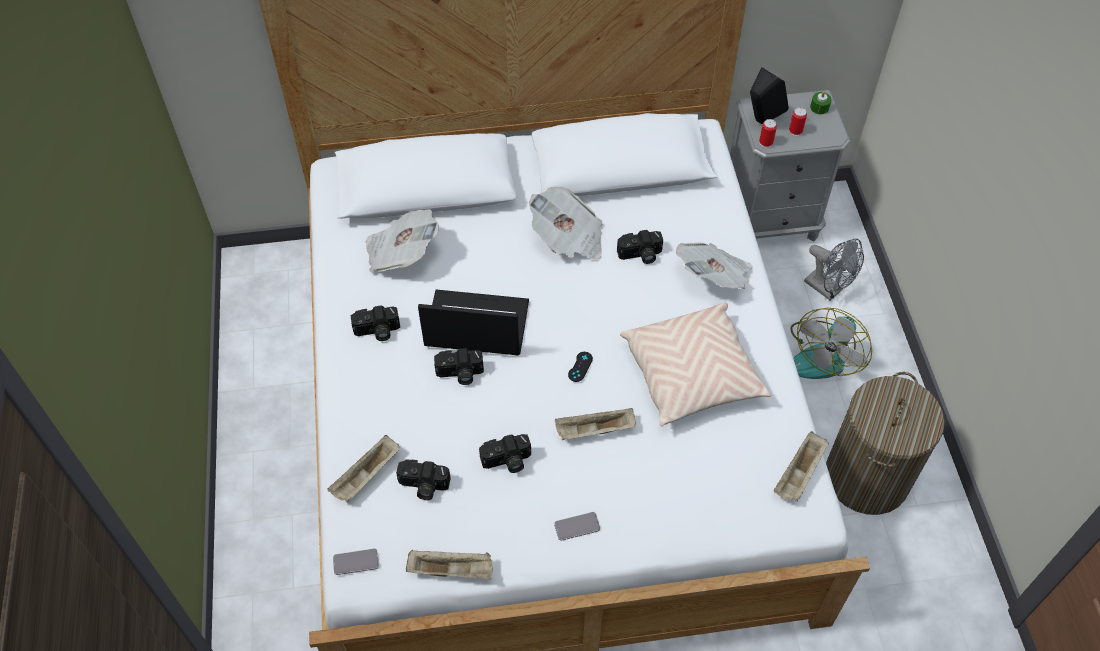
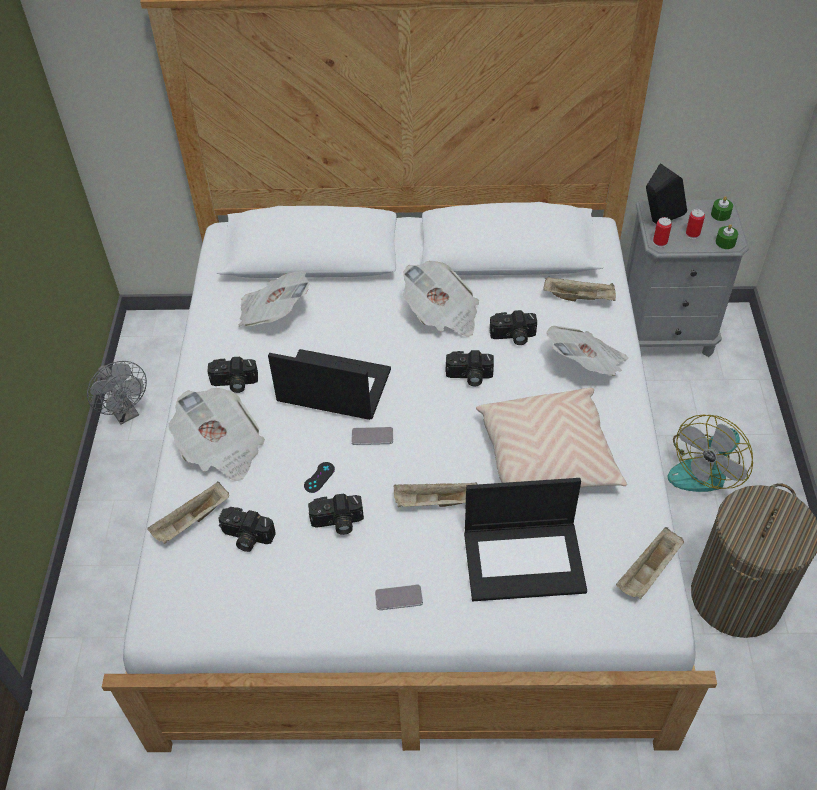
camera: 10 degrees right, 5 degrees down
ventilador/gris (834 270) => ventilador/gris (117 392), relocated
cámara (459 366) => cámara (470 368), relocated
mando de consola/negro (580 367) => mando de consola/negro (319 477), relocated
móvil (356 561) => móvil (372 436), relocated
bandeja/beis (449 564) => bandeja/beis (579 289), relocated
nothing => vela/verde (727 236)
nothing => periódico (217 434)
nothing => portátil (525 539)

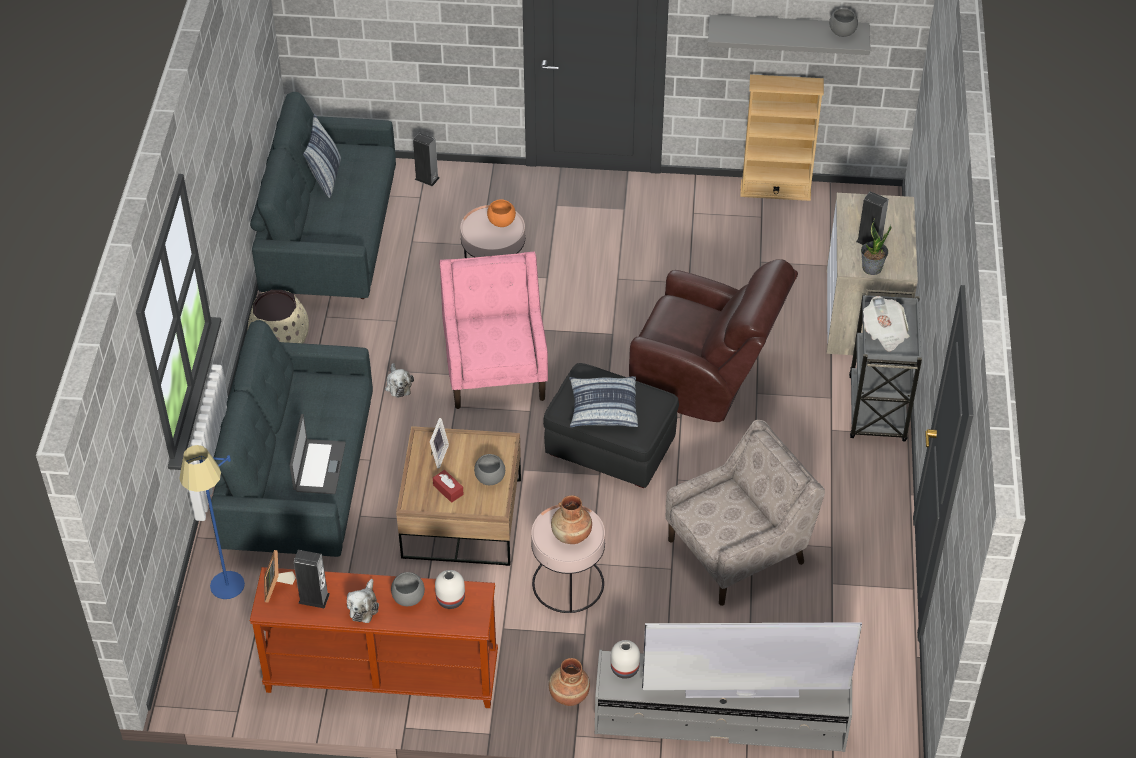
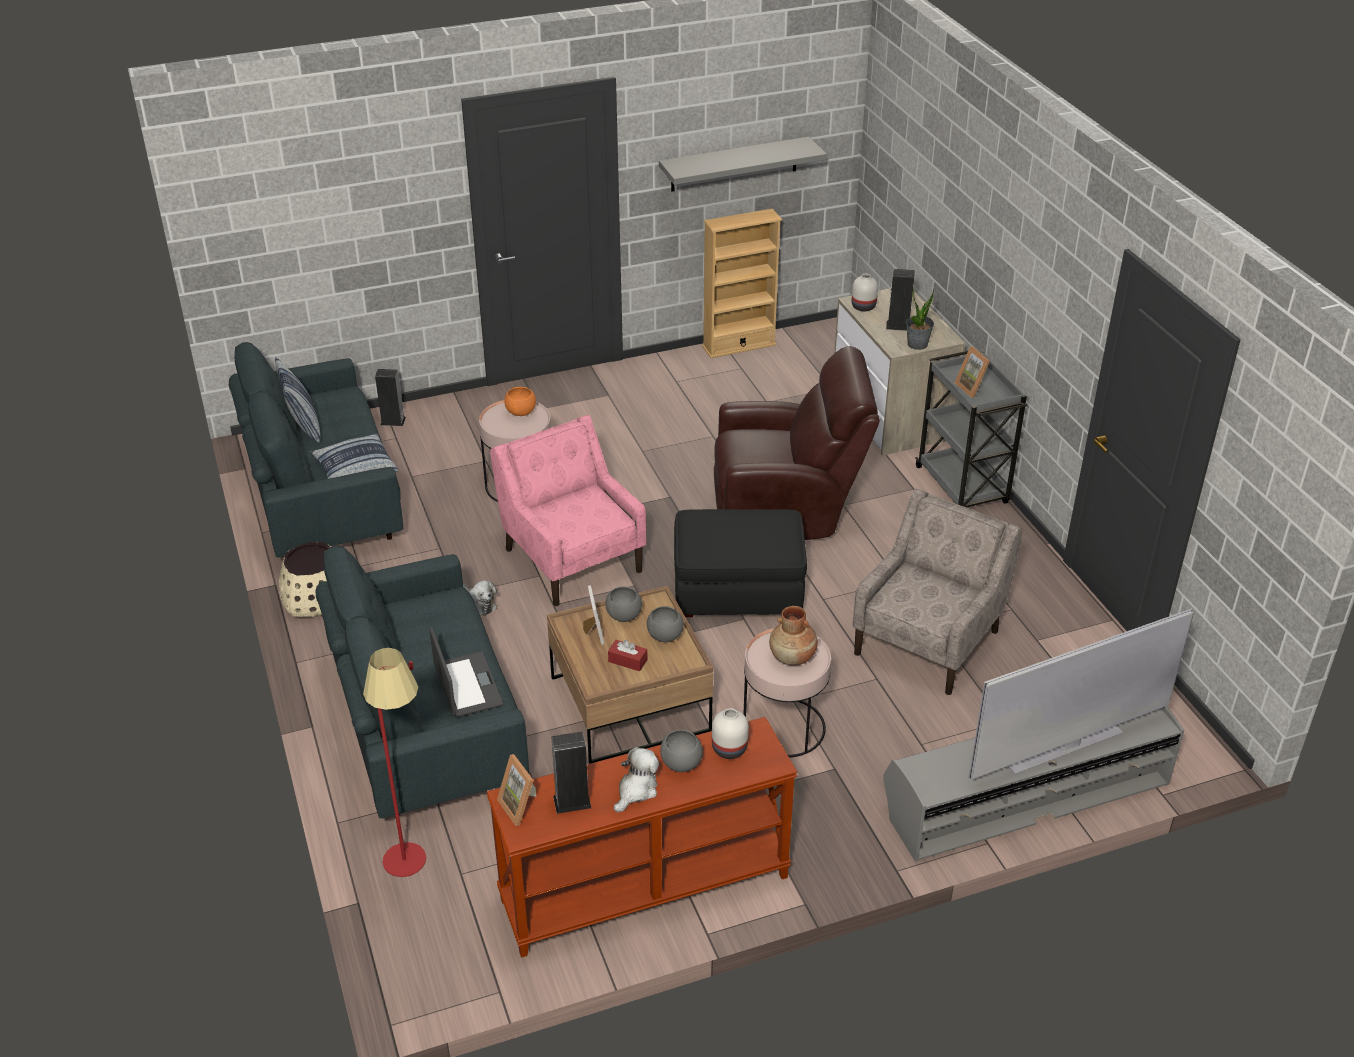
camera: 25 degrees left, 10 degrees down
cuenco/gris (843 23) => cuenco/gris (623 604), relocated
periódico (886 324) => portarretratos (972 372)
cojín (603 401) => cojín (354 456), relocated
lámpara de pie/azul (212 522) => lámpara de pie/rojo (394 762)
peluche (363 601) => peluche (636 779), 135 degrees counterclockwise
florero/blanco (625 659) => florero/blanco (865 292), relocated
florero/marrón (569 682) => nothing

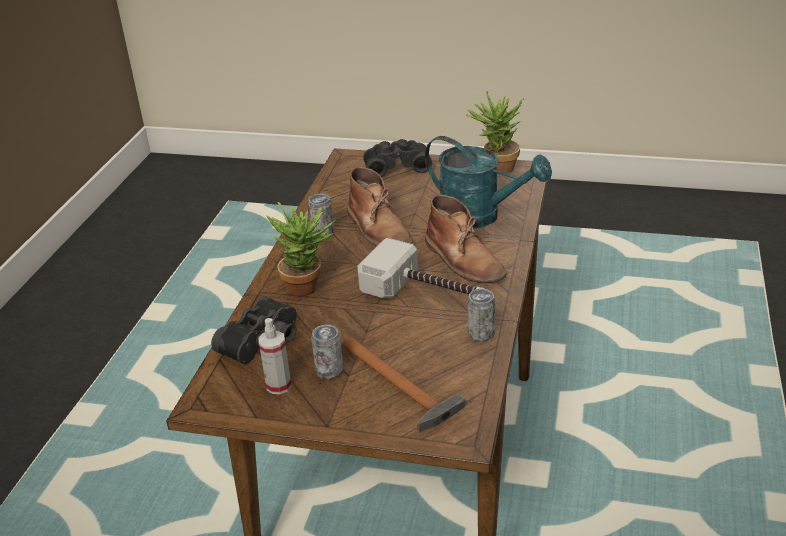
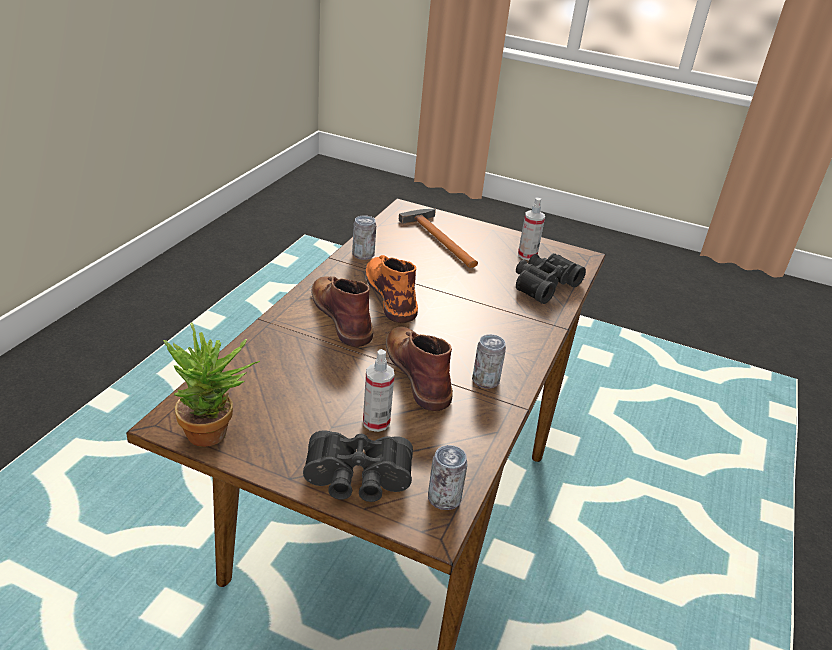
camera: 175 degrees left, 0 degrees up
regadera/turquesa (488 182) => nothing
planta en maceta (303 249) => nothing
martillo (421 268) => bota/naranja (392 289)
lata (327 352) => lata (447 477), relocated
nothing => pulverizador (378 390)

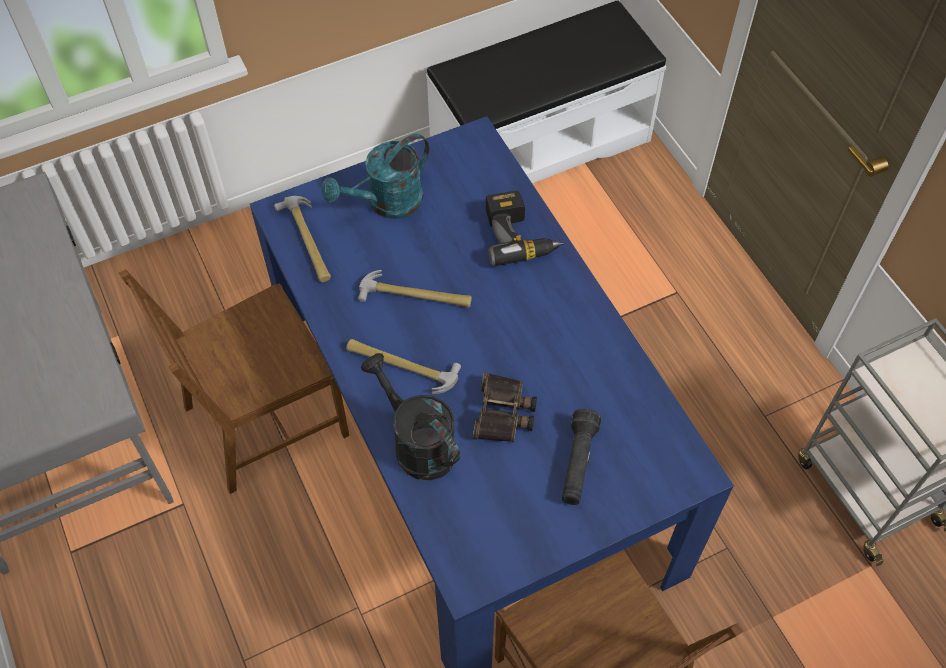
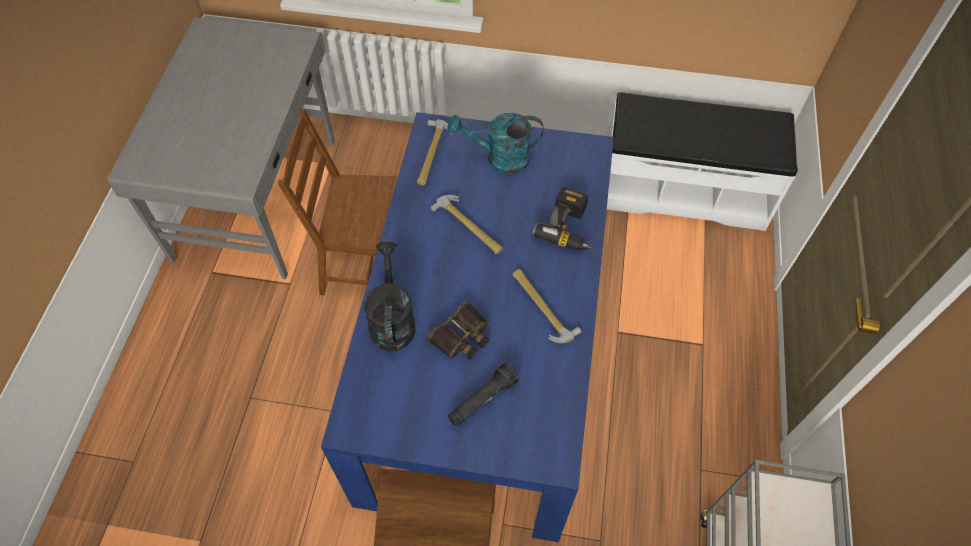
camera: 35 degrees right, 0 degrees up
martillo (403 366) => martillo (547 306), relocated

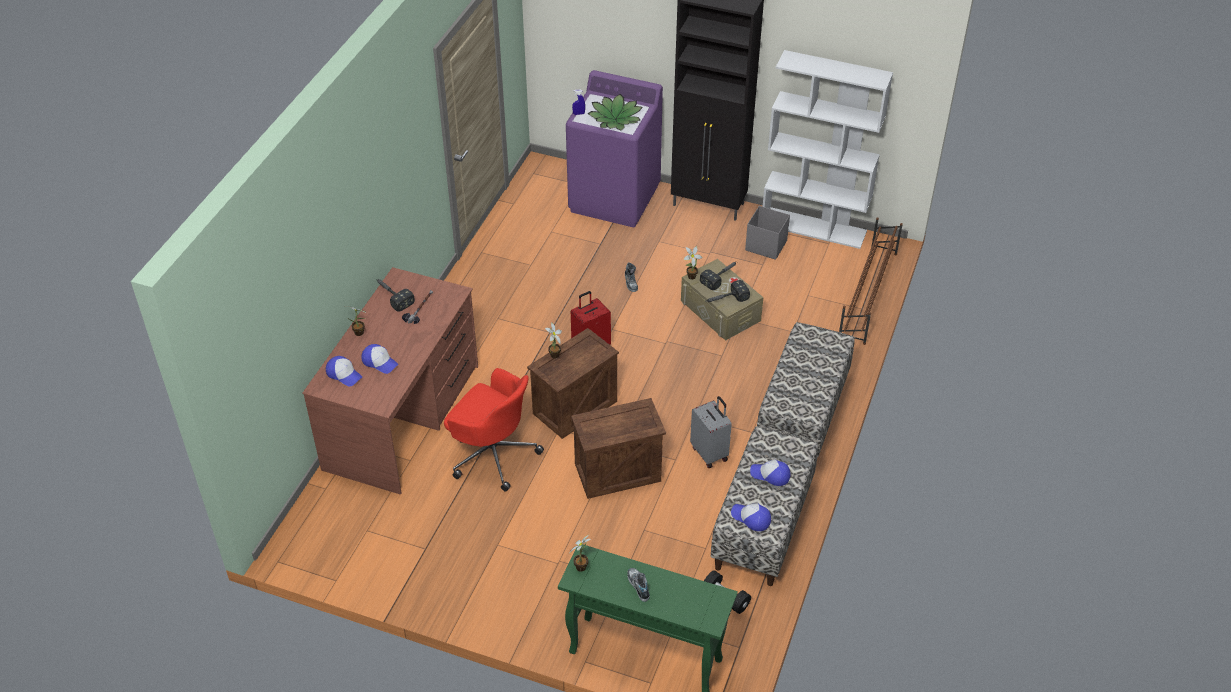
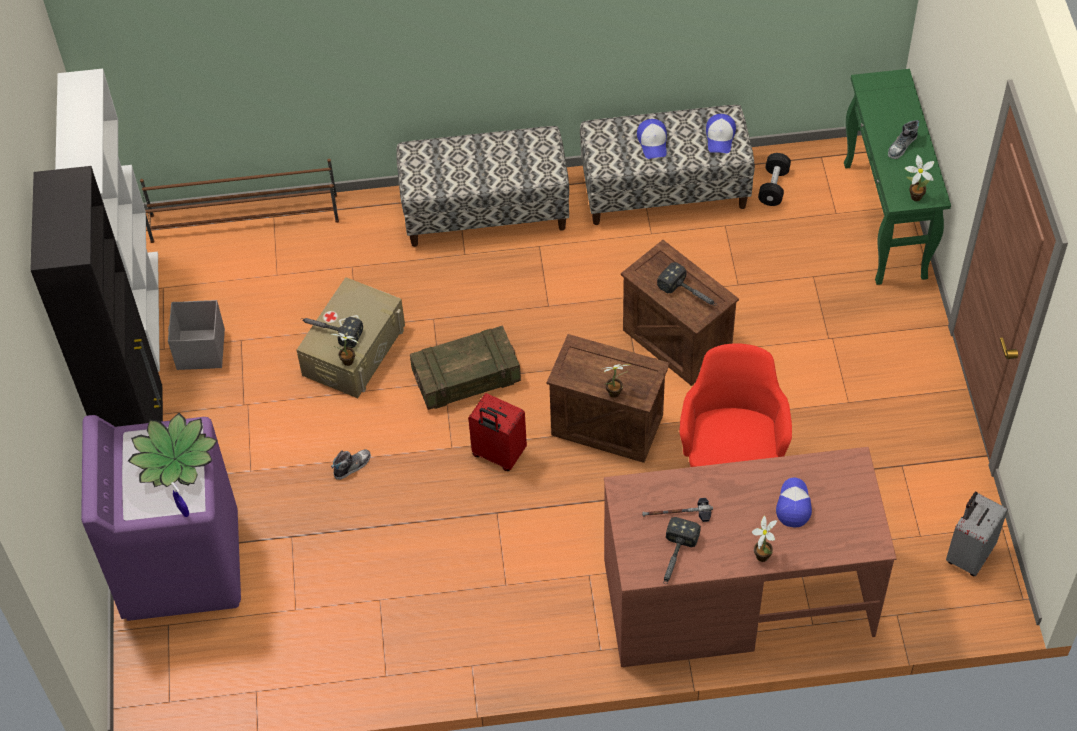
camera: 115 degrees left, 10 degrees up
martillo (727 291) => martillo (687 284), relocated
gorra (344 371) => nothing
maleta/gris (711 432) => maleta/gris (977 534), relocated
nothing => caja de embalaje (465 367)

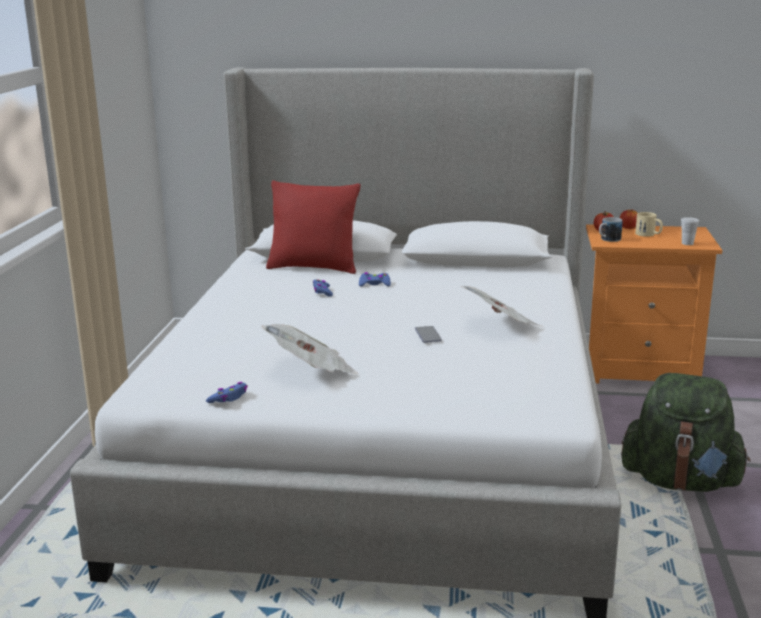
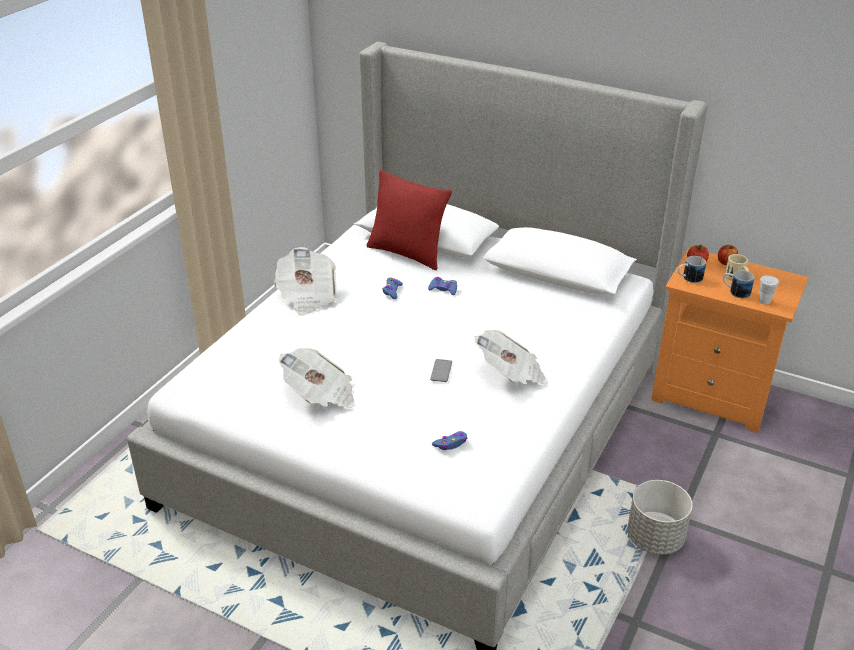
camera: 20 degrees right, 15 degrees up
mochila/verde (685 432) => maceta/gris (660 517)
mando de consola/azul (227 392) => mando de consola/azul (450 440), relocated
nothing => periódico (305 281)
nothing => taza grande (738 284)

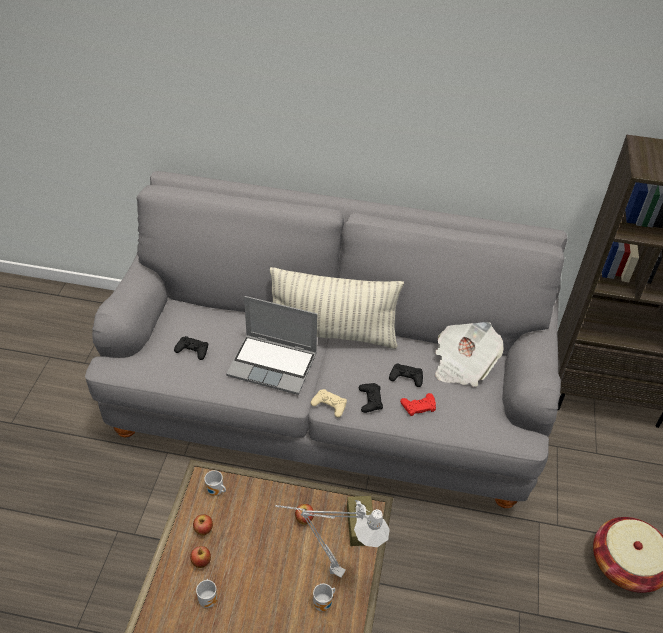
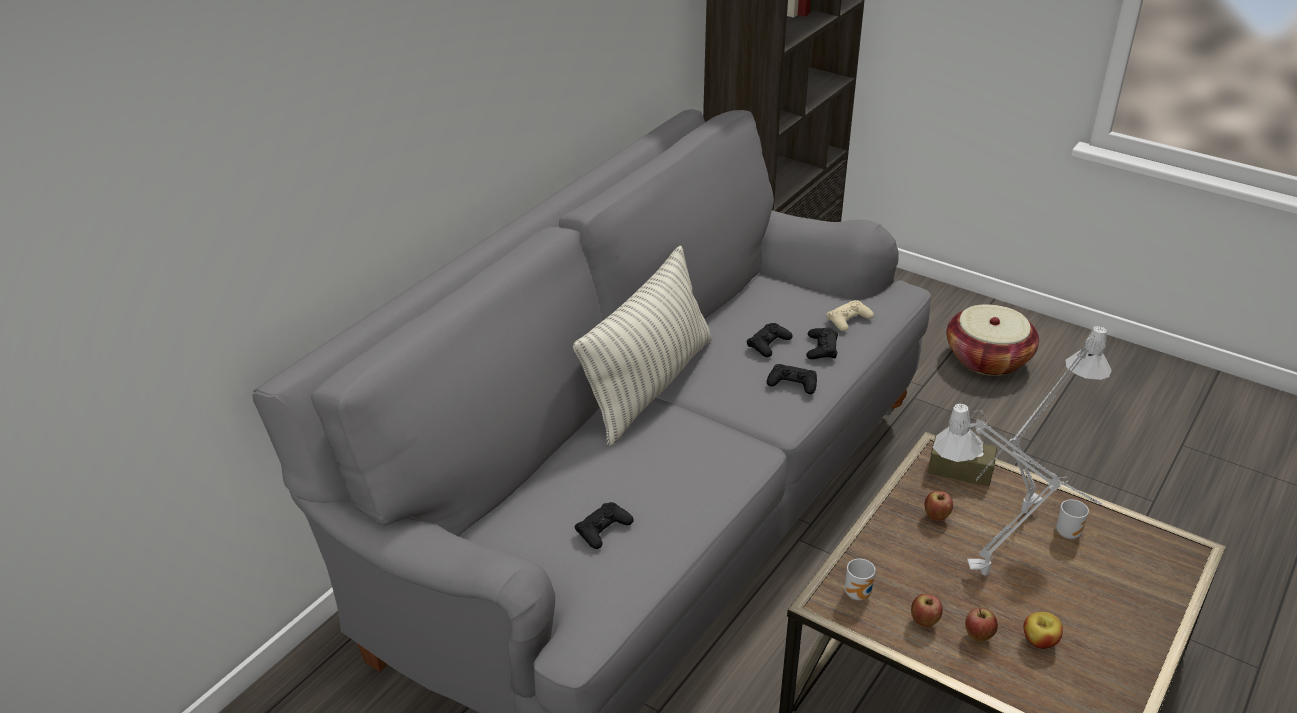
camera: 65 degrees left, 10 degrees down
portátil (271 345) => nothing
periódico (469 354) => nothing
mando de consola/beis (329 403) => mando de consola/beis (850 315), relocated
mando de consola/rojo (418 404) => mando de consola/negro (822 343)
taza grande (206 593) => manzana (1043 630)
nothing => lámpara de mesa/gris (1017 490)

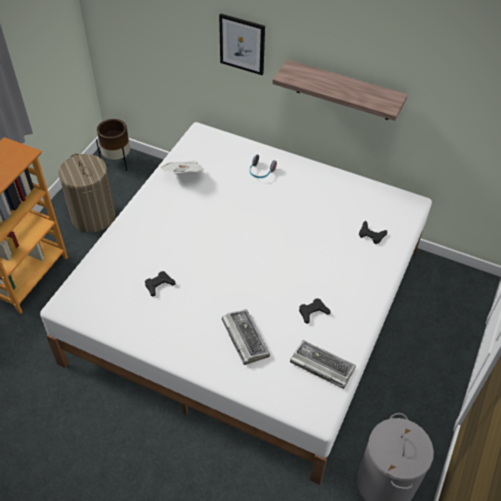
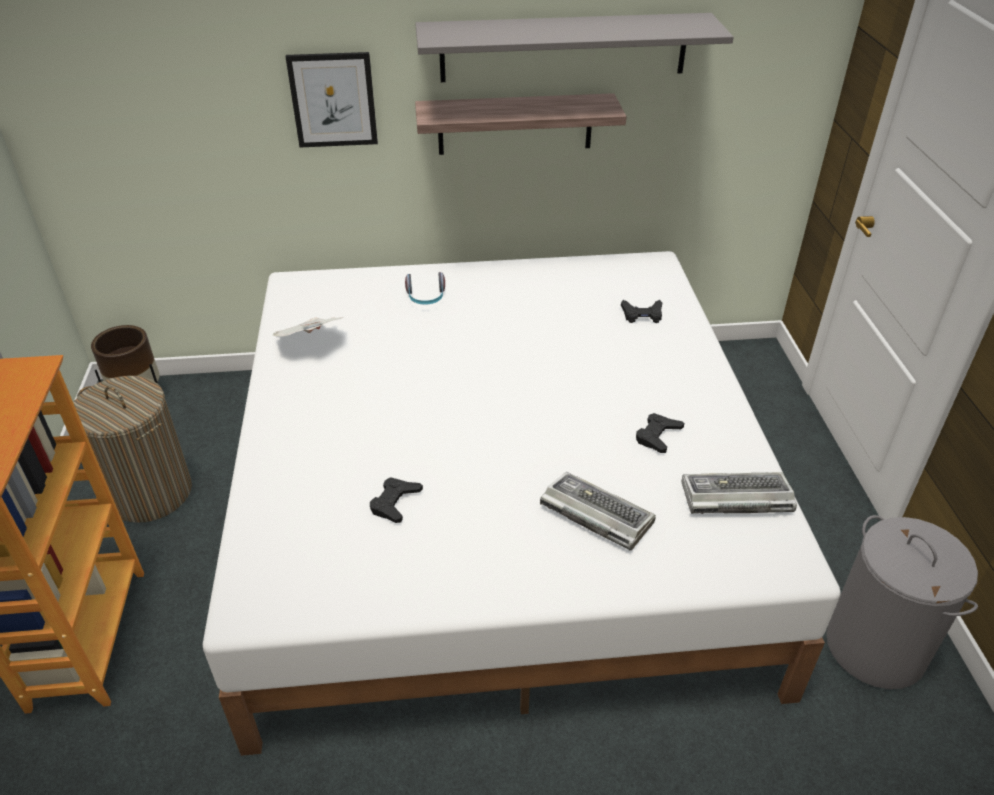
camera: 30 degrees left, 10 degrees down
nothing => estante/gris (574 47)

